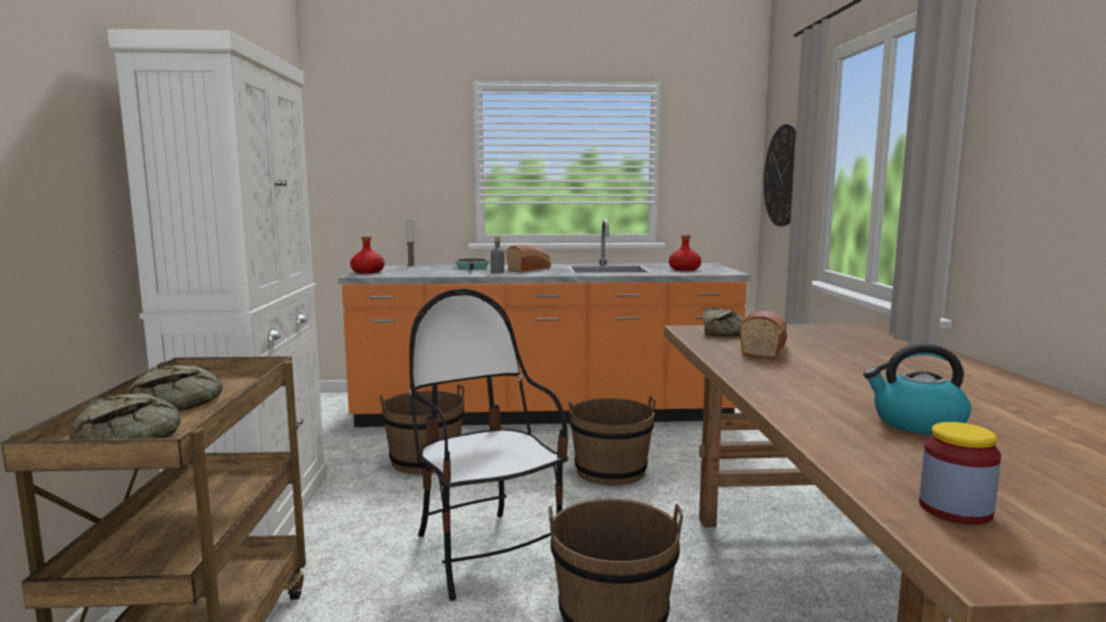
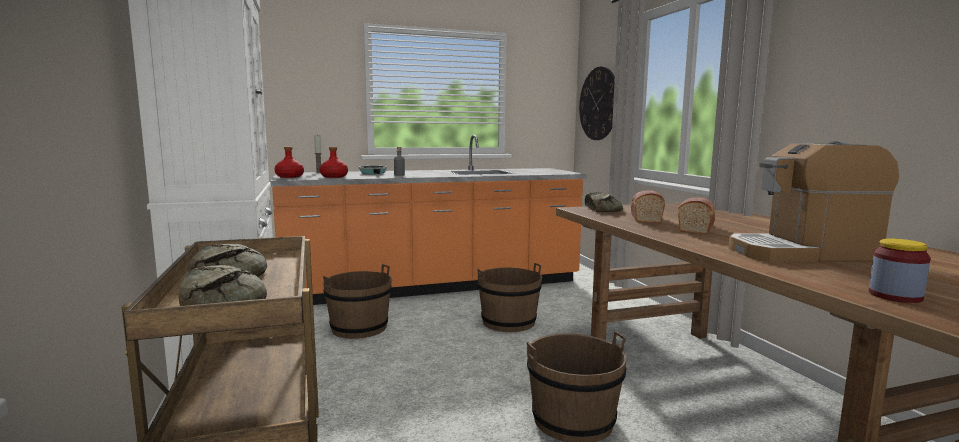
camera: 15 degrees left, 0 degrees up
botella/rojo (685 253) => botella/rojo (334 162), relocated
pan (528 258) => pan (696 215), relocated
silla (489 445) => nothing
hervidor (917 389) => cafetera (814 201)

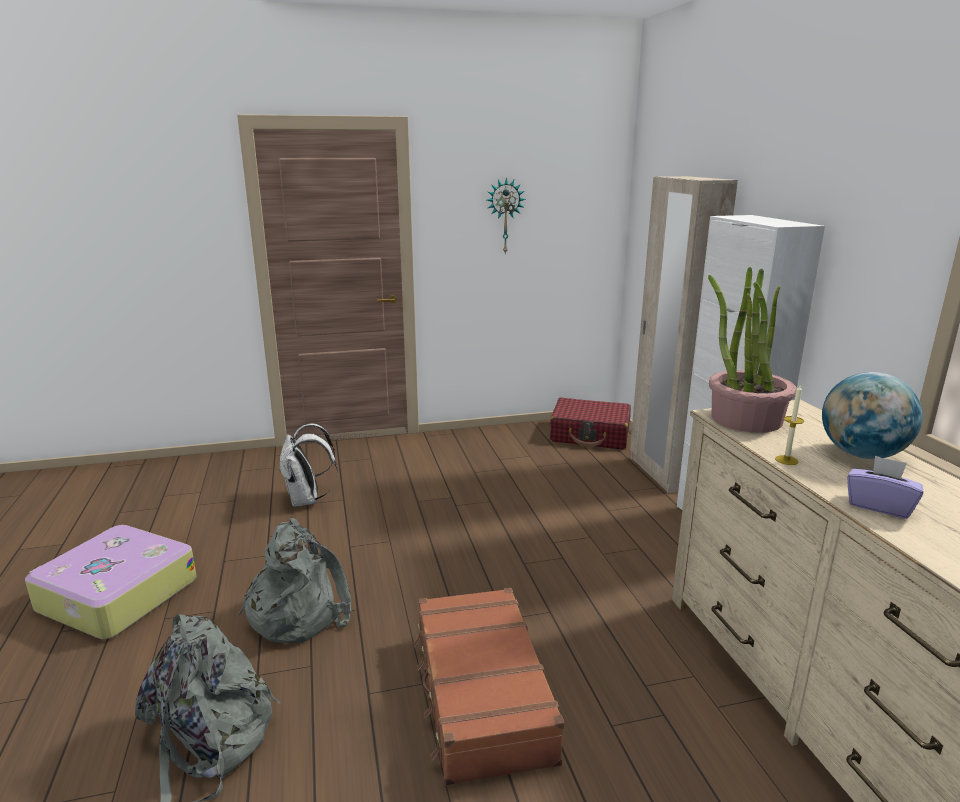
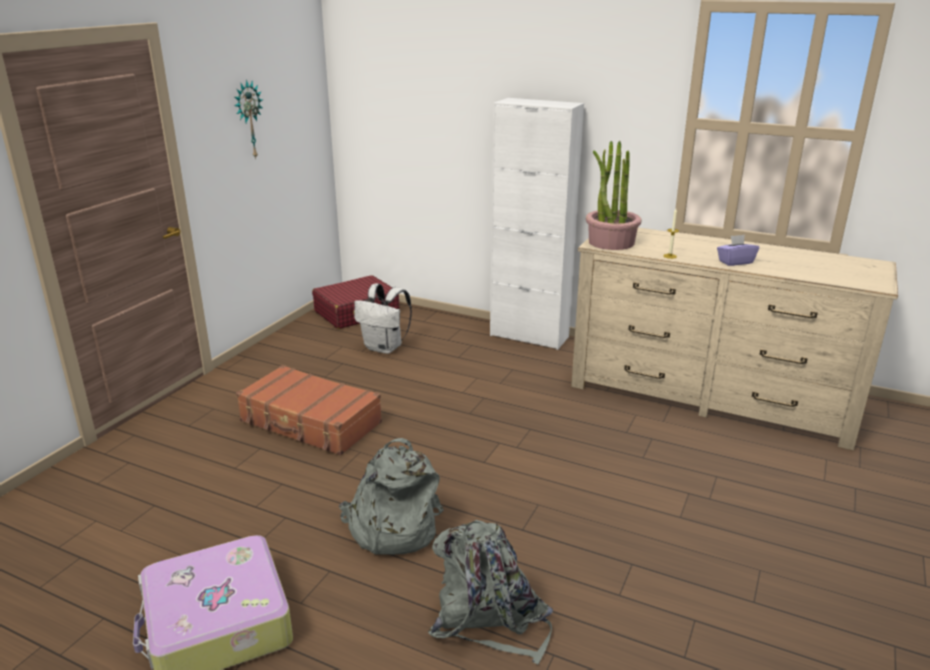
camera: 50 degrees left, 5 degrees up
armario ropero/beis (684 334) => nothing
globo terráqueo (872 415) => nothing
mochila/blanco (308 465) => mochila/blanco (383 318), relocated
maleta/marrón (489 687) => maleta/marrón (309 410), relocated

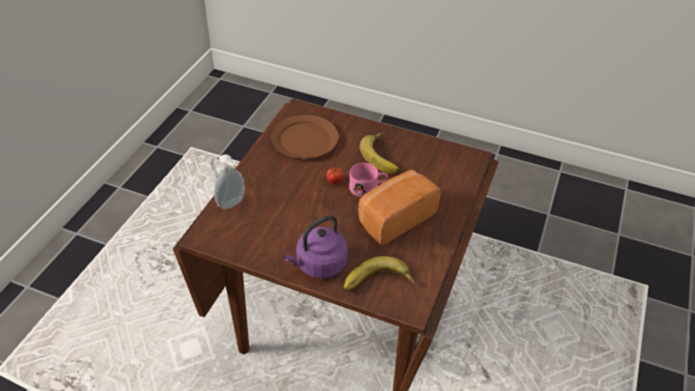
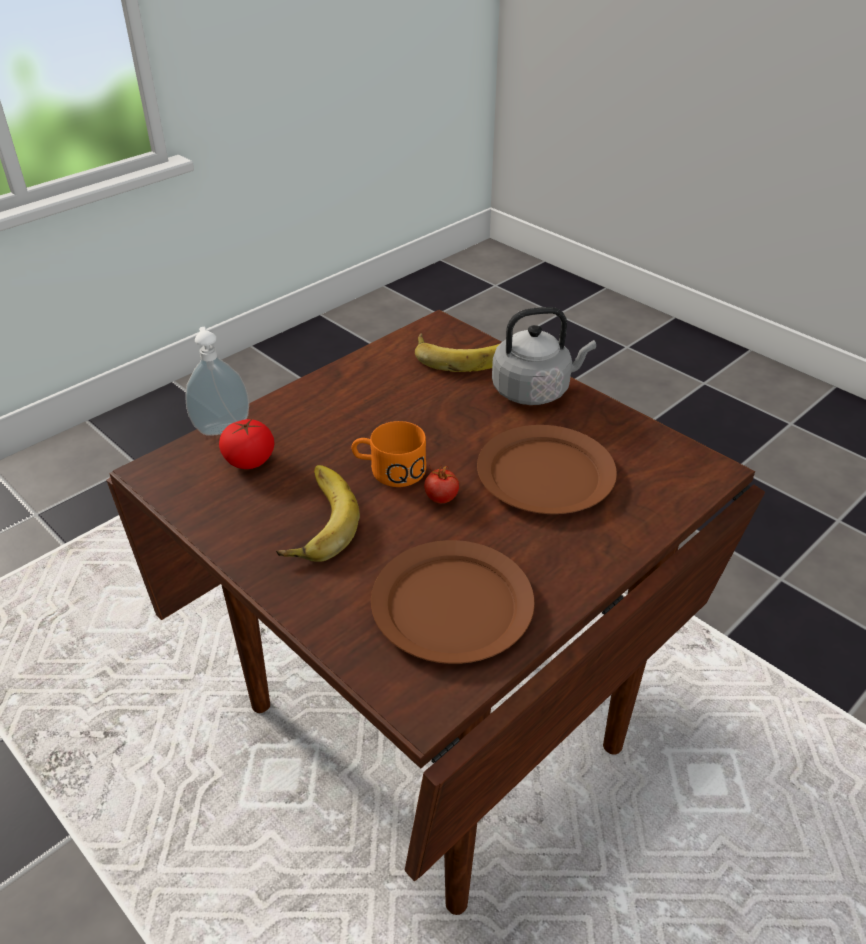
camera: 155 degrees left, 5 degrees down
dispensador de jabón (229 181) => dispensador de jabón (217 381), relocated
taza grande/rosa (368 180) => taza grande/naranja (389 454)
pan (399 207) => nothing
hervidor/morado (316 247) => hervidor/gris (544 356)
nothing => tomate (246 443)
nothing => plato/marrón (547 469)

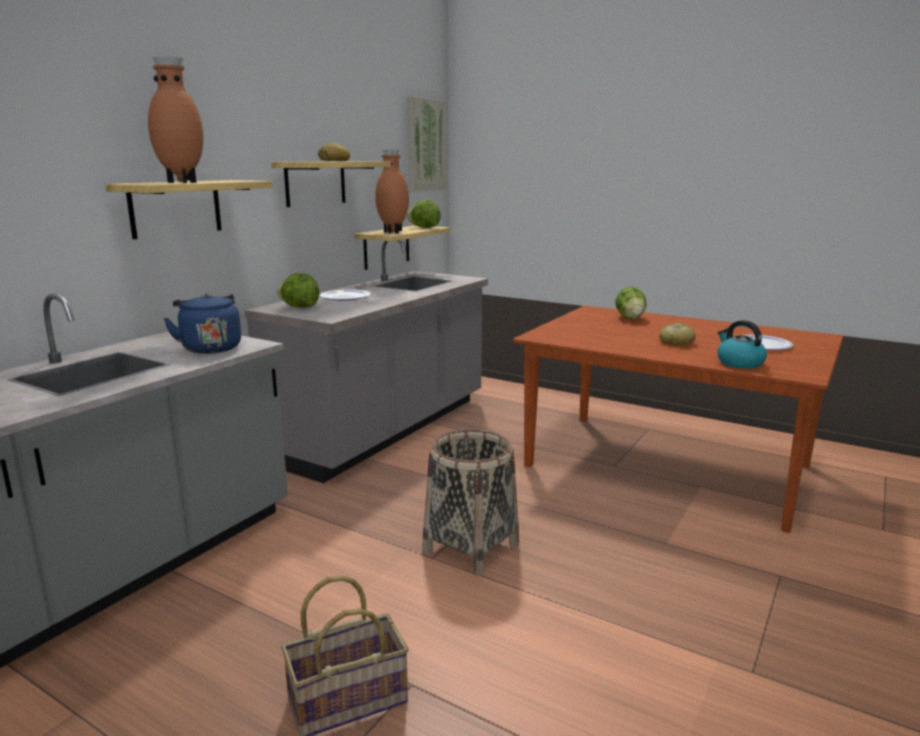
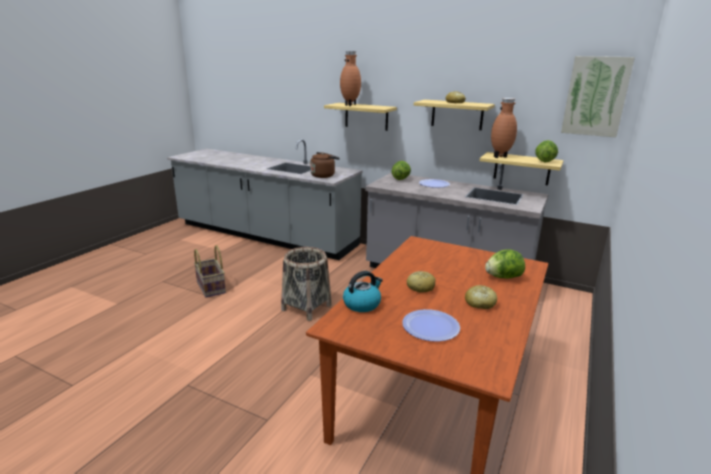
camera: 85 degrees right, 5 degrees up
hervidor/azul (202 323) => hervidor/marrón (325 165)
nothing => pan (481 297)

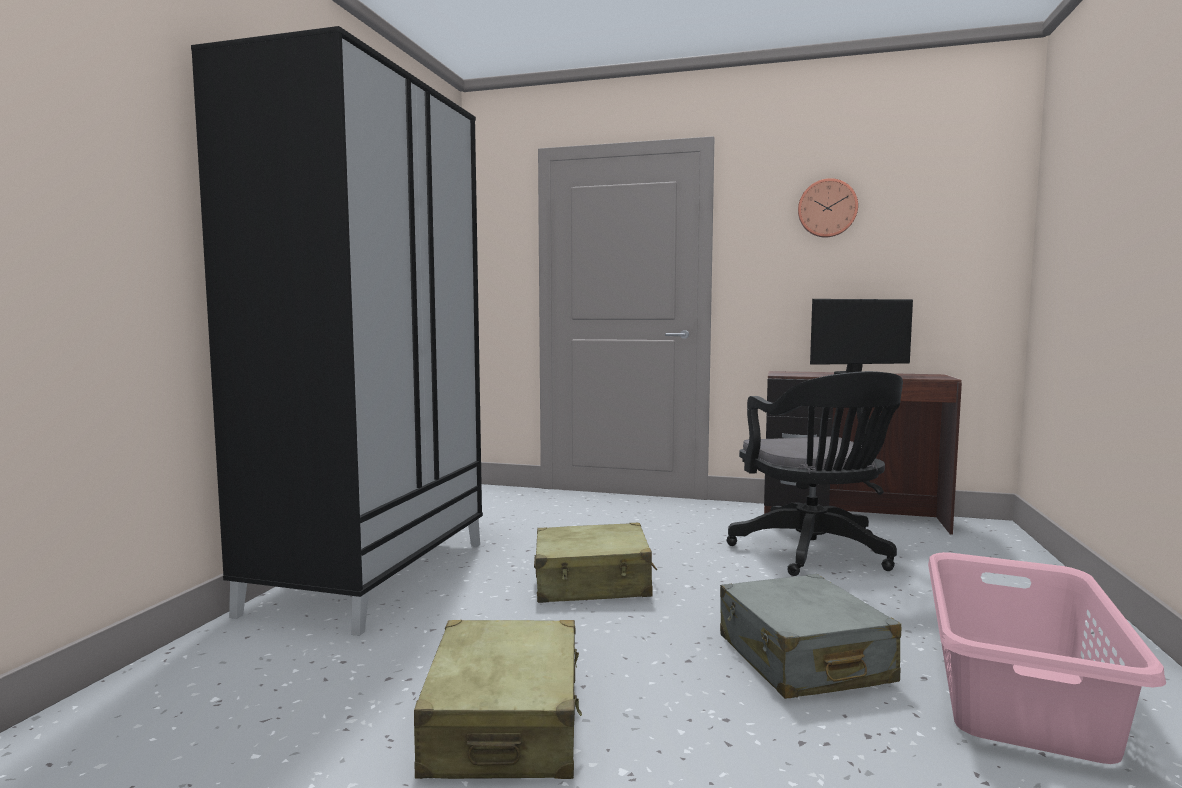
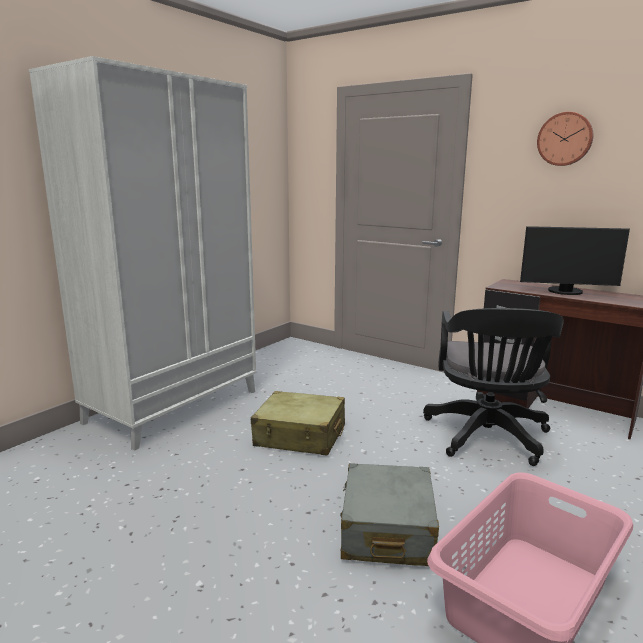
camera: 20 degrees right, 10 degrees up
armario ropero/negro (337 331) => armario ropero/blanco (143 253)
maleta/beis (498 699) => nothing

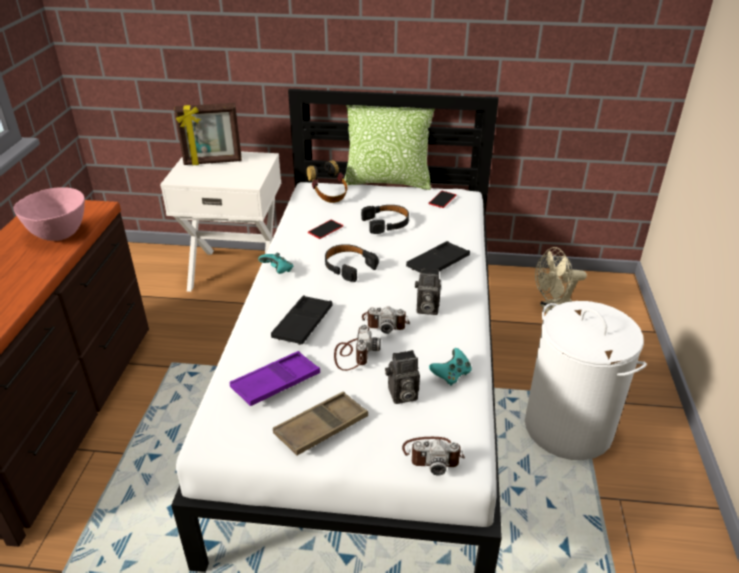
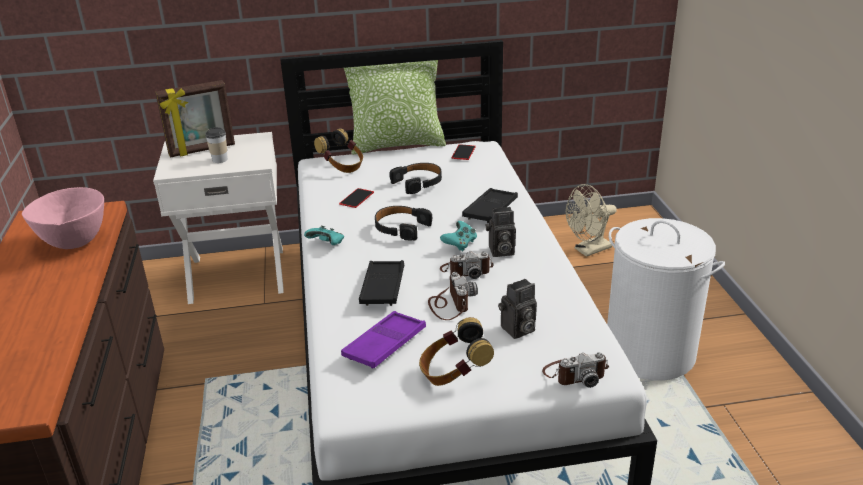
camera: 15 degrees left, 5 degrees down
mando de consola/turquesa (450 367) => mando de consola/turquesa (458 236), relocated
bandeja/marrón (320 423) => auriculares (456 351)
nothing => taza (216 145)

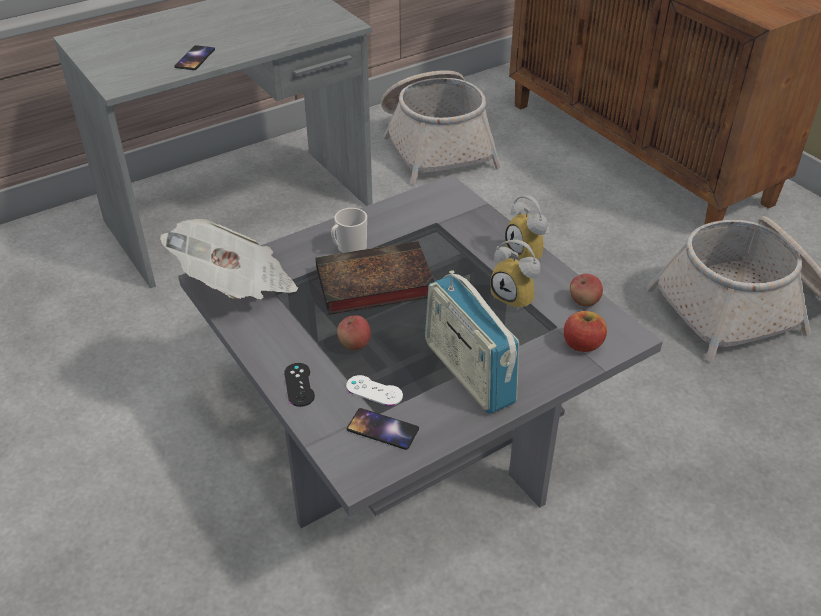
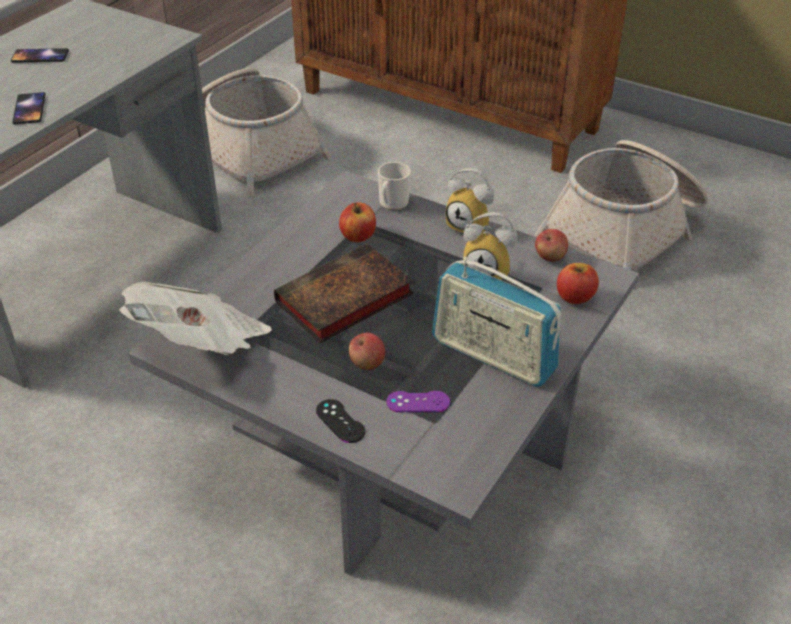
camera: 25 degrees left, 0 degrees up
taza grande (349 230) => taza grande (394 186), relocated
mando de consola/blanco (374 390) => mando de consola/morado (418 401)
móvil (383 429) => móvil (40 55), relocated
nothing => manzana (357 222)

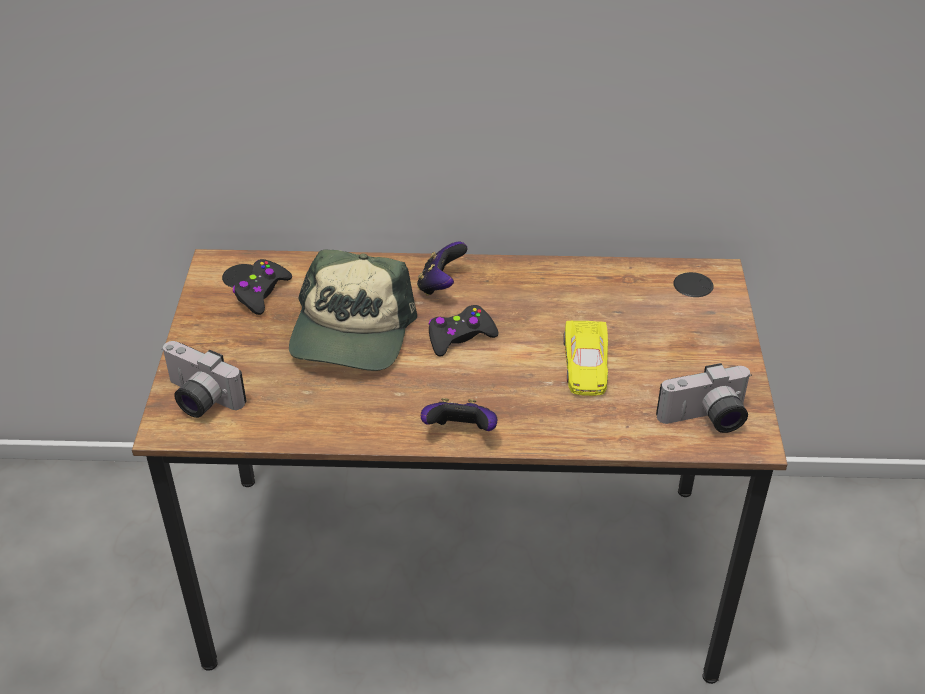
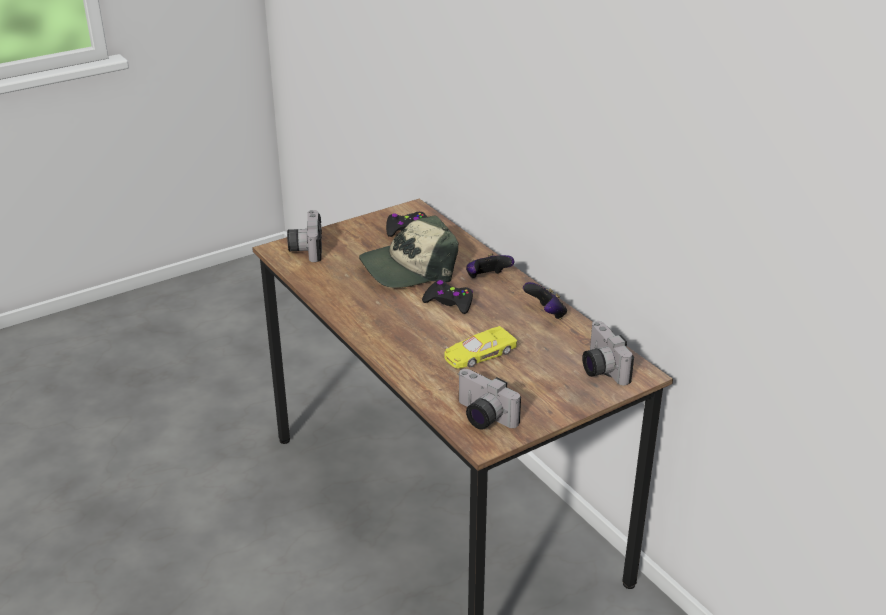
camera: 55 degrees right, 10 degrees down
mando de consola (459 414) => mando de consola (545 301), relocated
nothing => cámara (608 353)

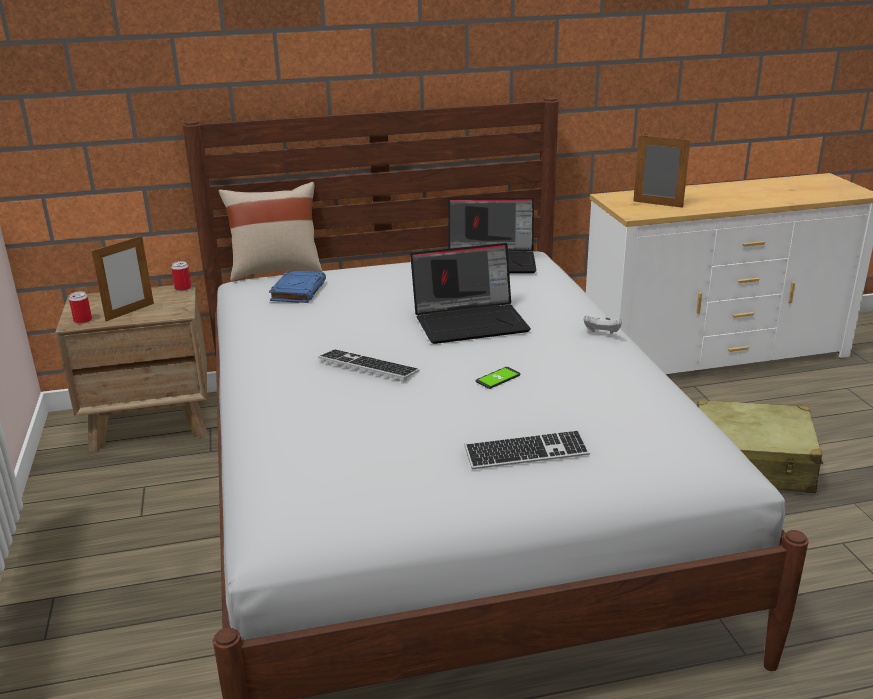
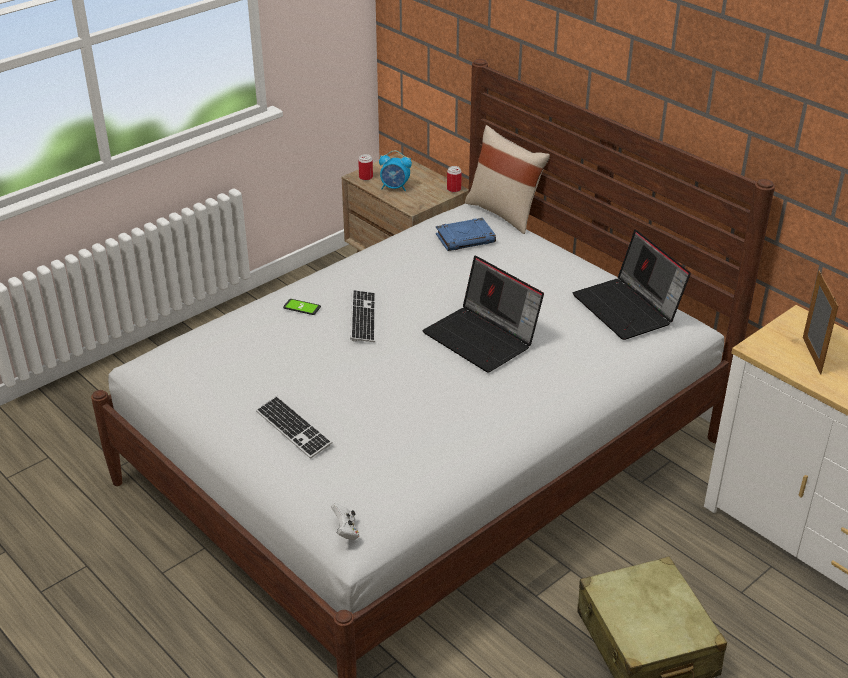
camera: 60 degrees right, 10 degrees up
portarretratos (122 278) => despertador (395 171)
mando de consola/blanco (603 325) => mando de consola/blanco (345 521), relocated
móvil (498 378) => móvil (302 307), relocated

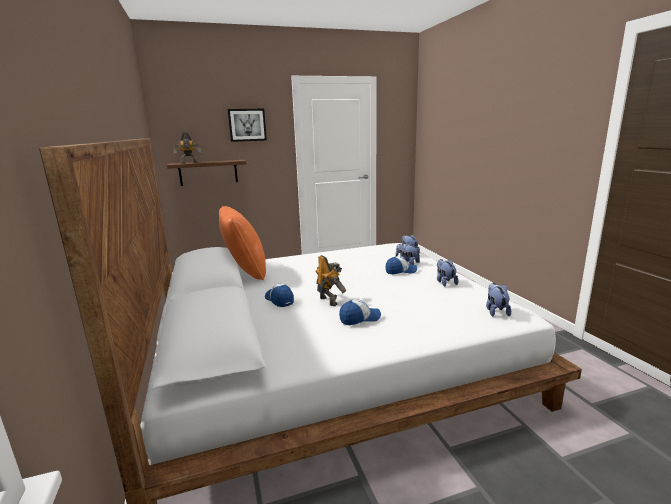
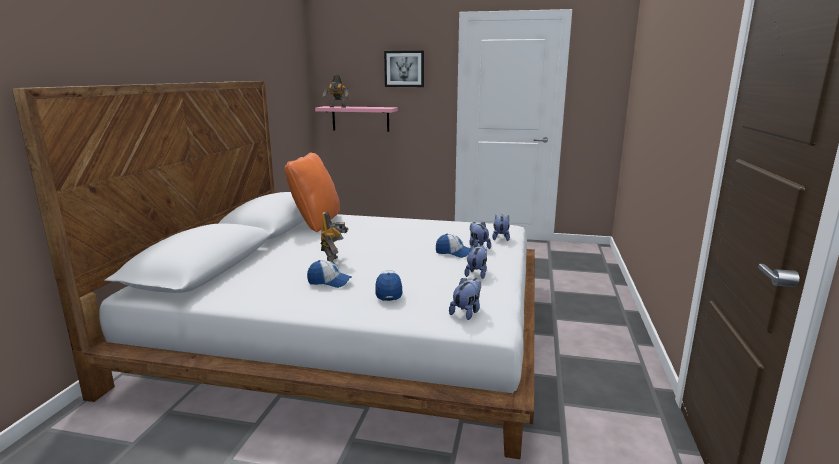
camera: 30 degrees right, 0 degrees up
estante/marrón (206 173) => estante/rosa (356 119)
gorra (279 295) => gorra (388 285), relocated

